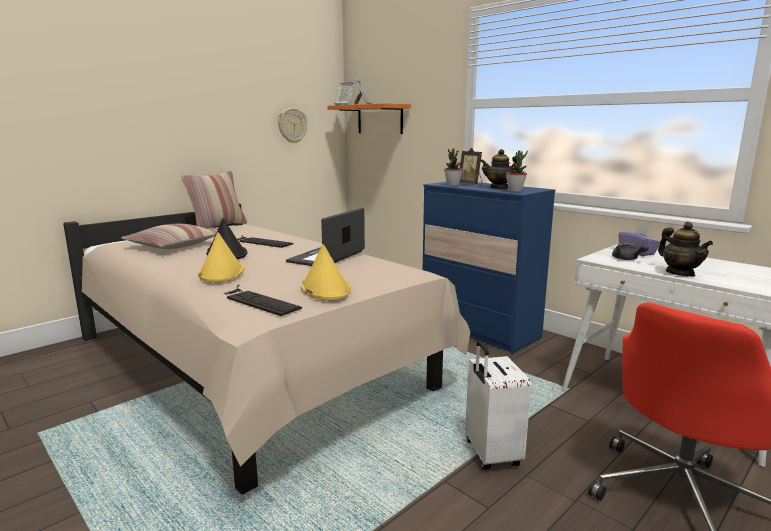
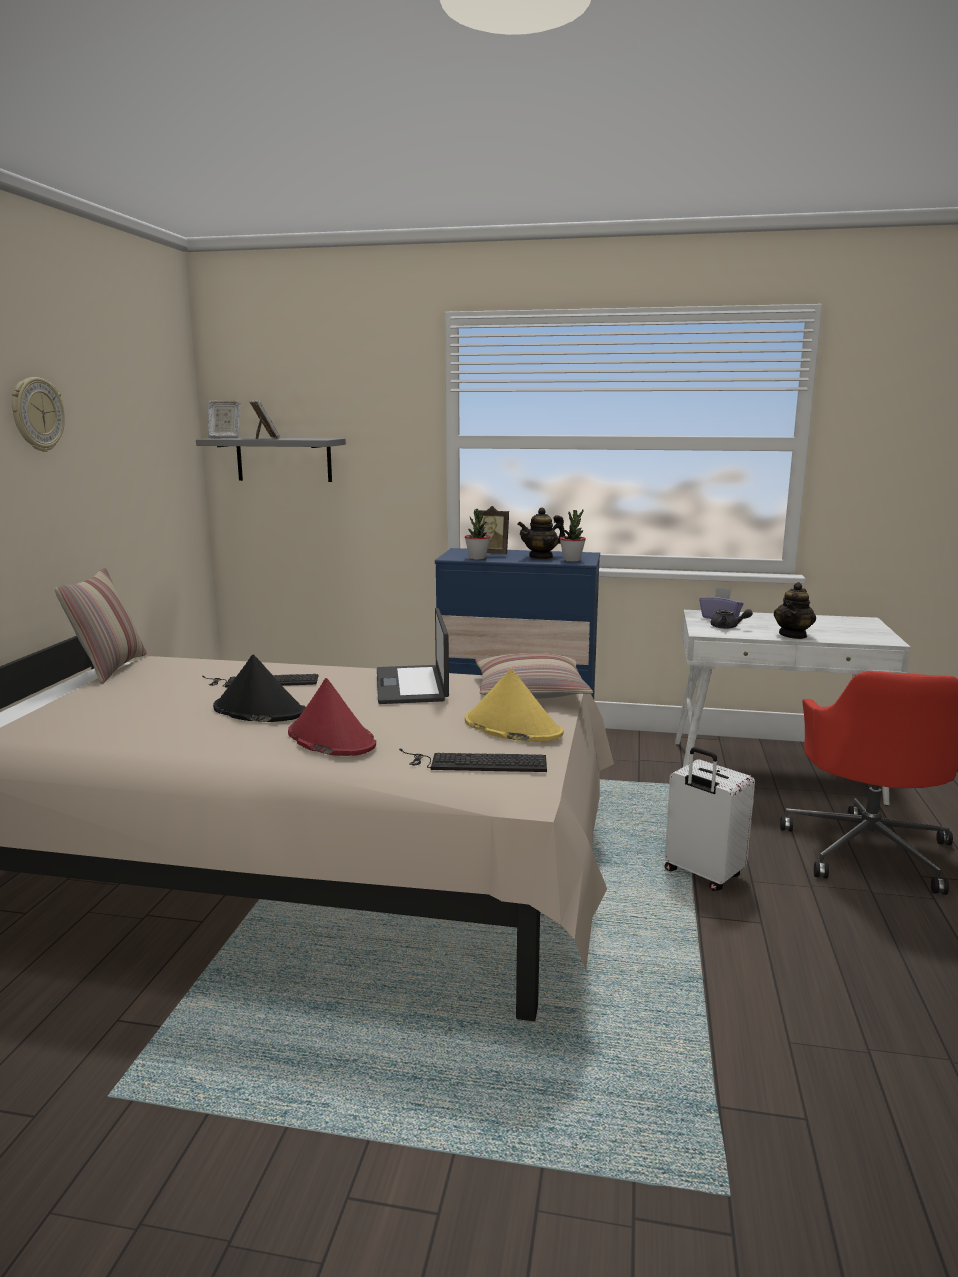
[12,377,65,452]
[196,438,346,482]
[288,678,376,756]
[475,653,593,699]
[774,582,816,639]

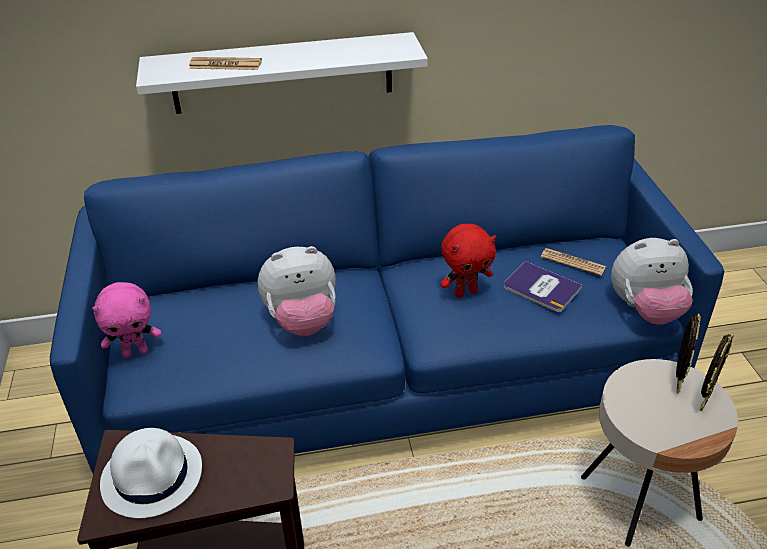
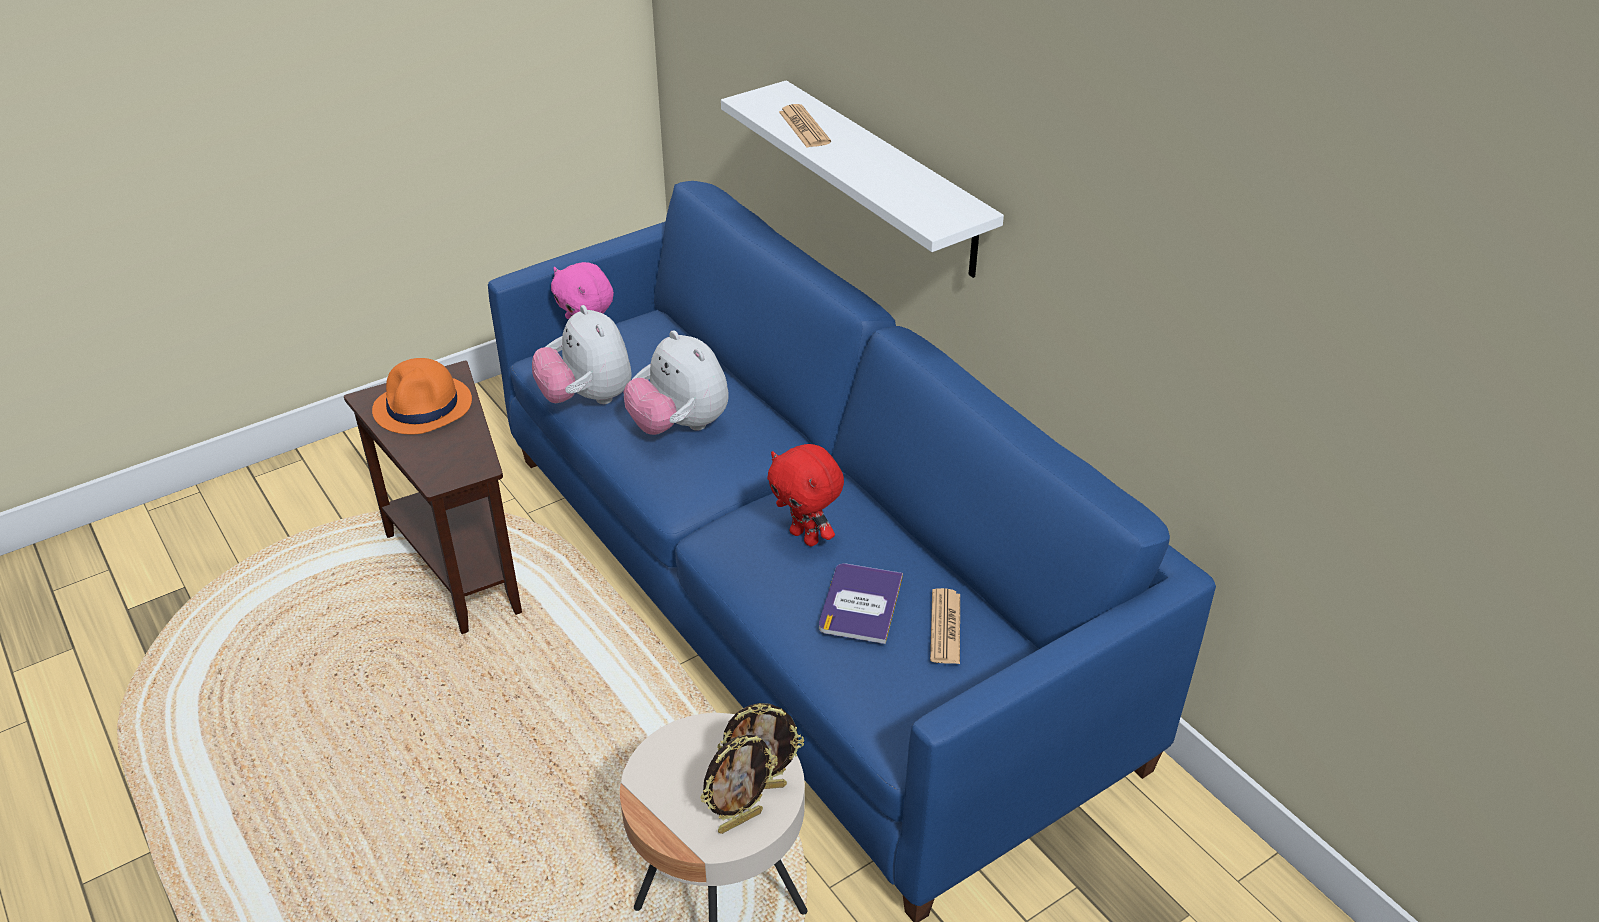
[372,358,472,435]
[532,305,632,404]
[700,735,778,834]

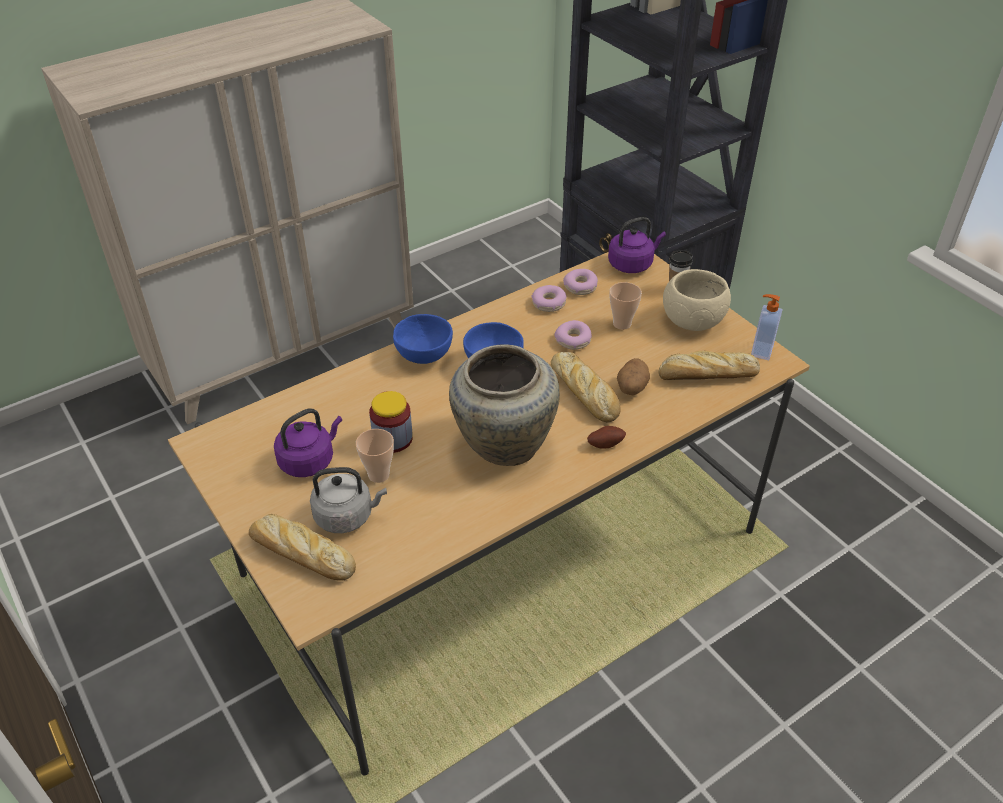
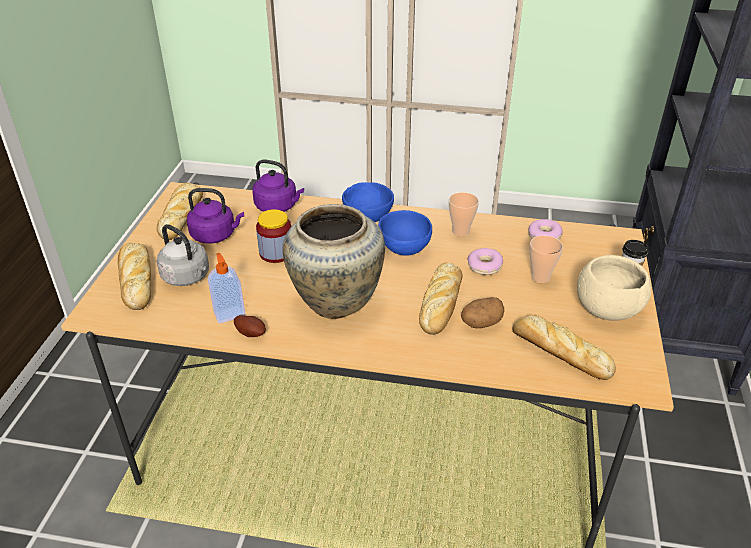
[157,183,203,240]
[208,253,245,323]
[234,315,266,337]
[252,159,304,212]
[449,192,479,237]
[531,285,567,312] (first image)

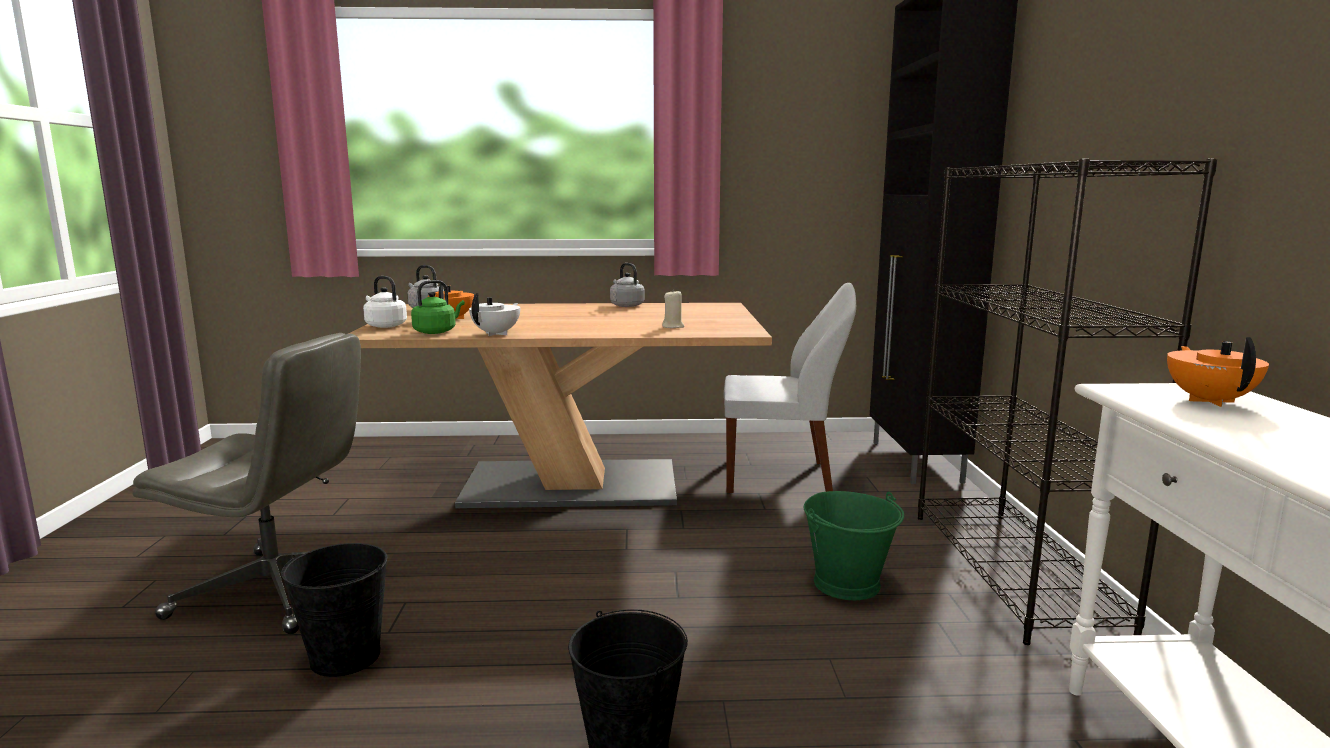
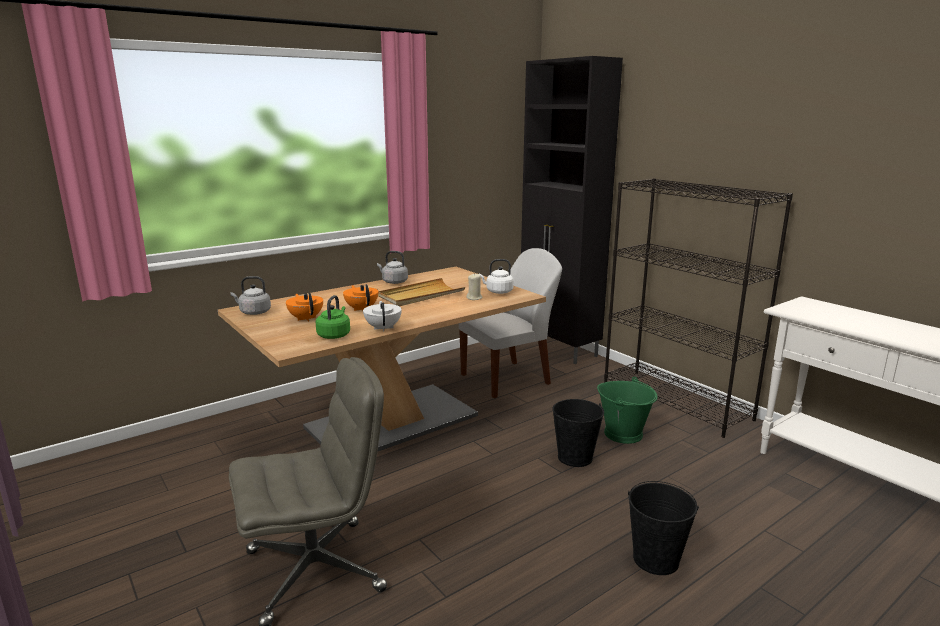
[343,284,378,311]
[378,278,465,306]
[479,259,514,294]
[553,399,604,467]

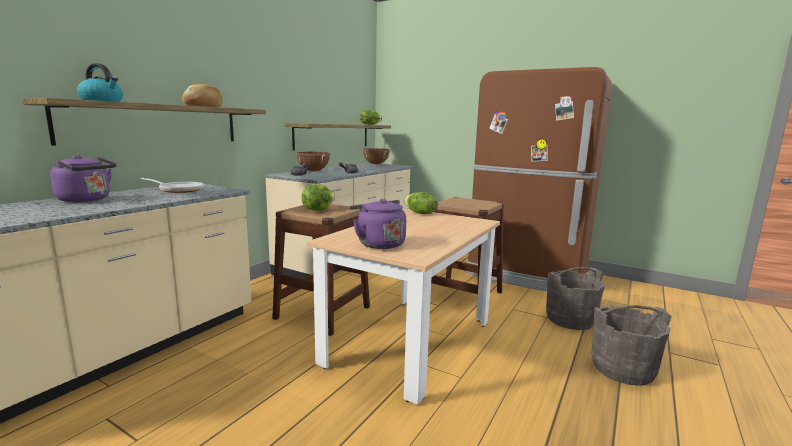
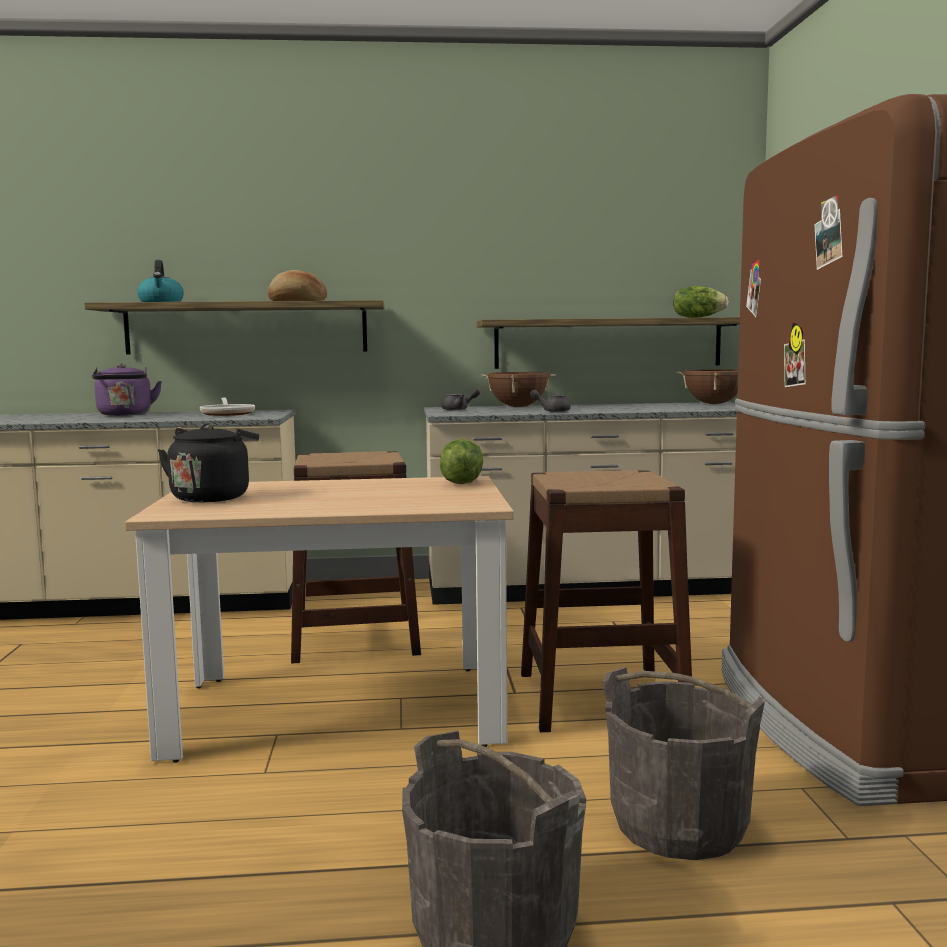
[158,424,259,502]
[302,184,336,211] (first image)

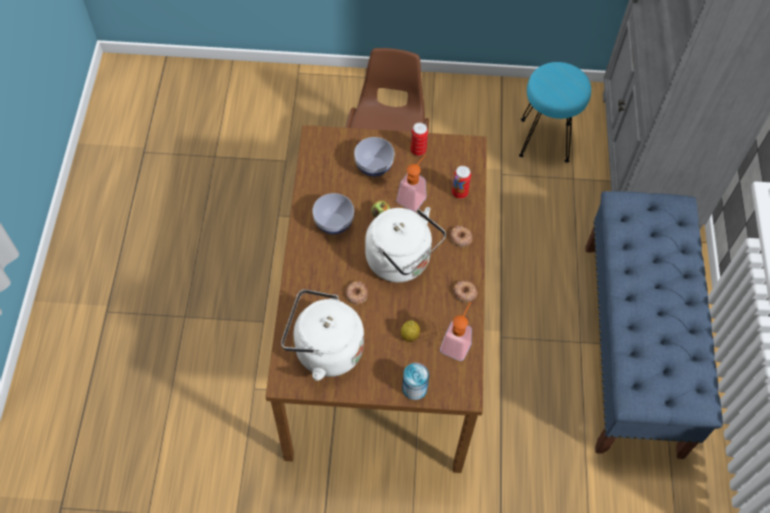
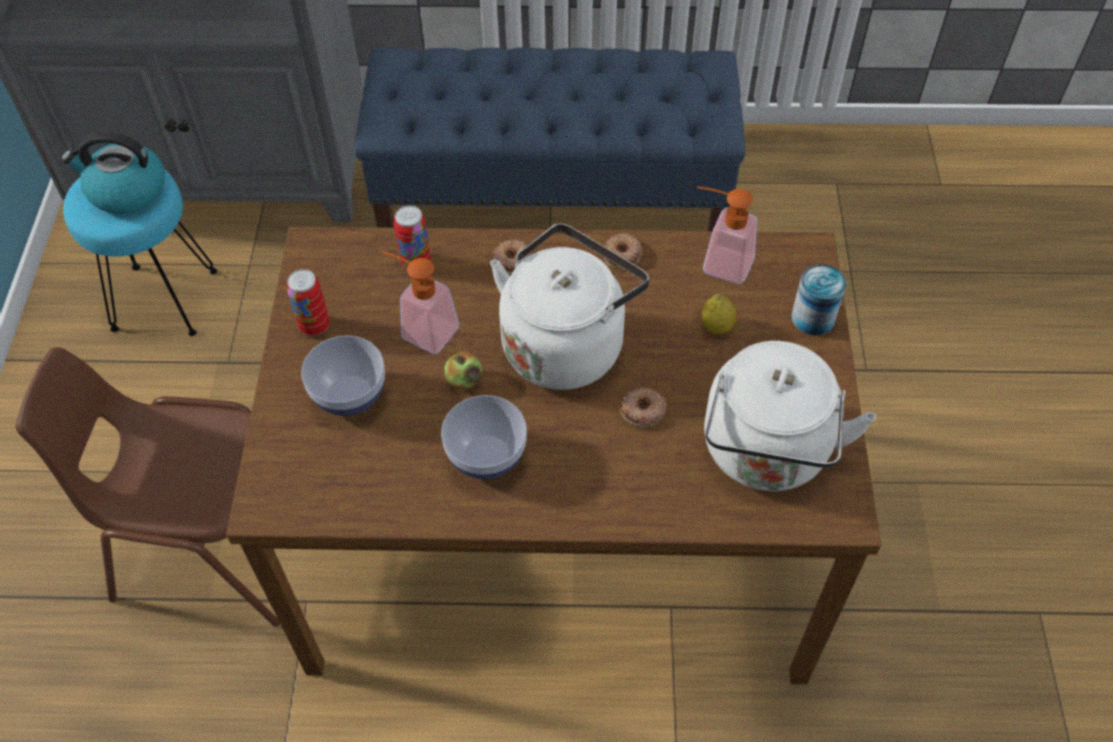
[61,132,165,214]

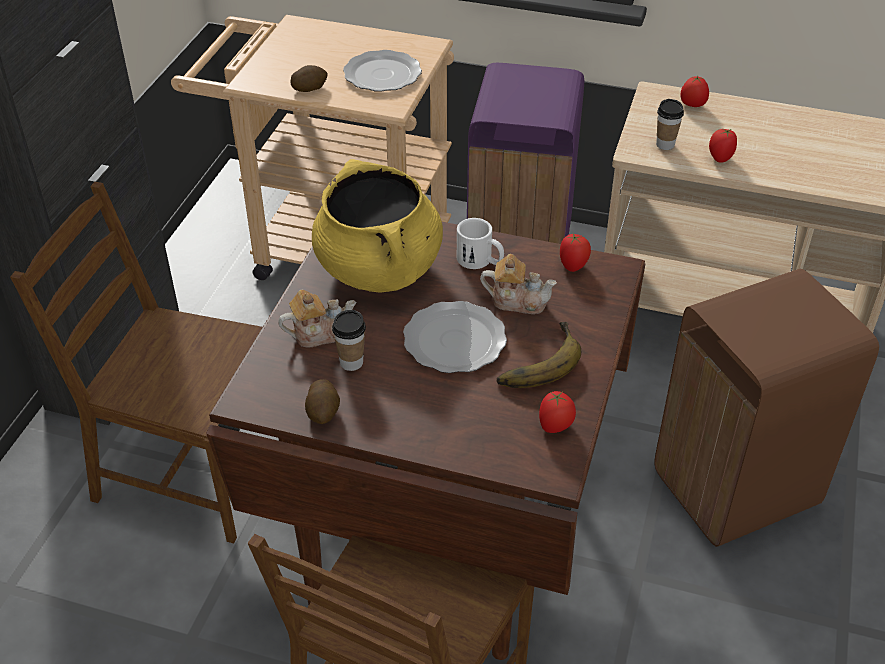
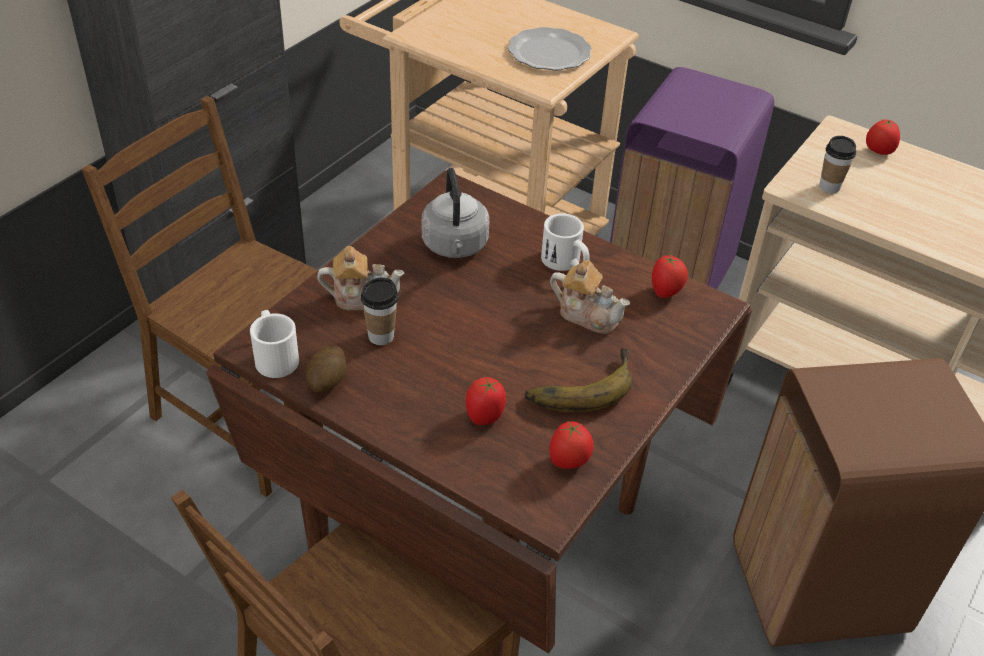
[250,310,299,378]
[422,168,489,258]
[466,377,506,425]
[290,65,328,92] (first image)
[403,301,507,373] (first image)

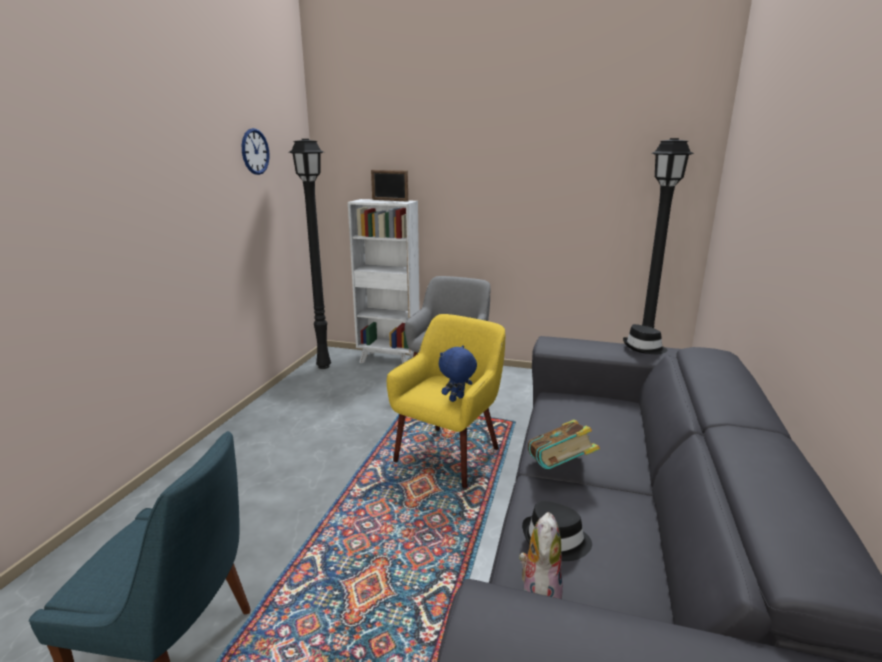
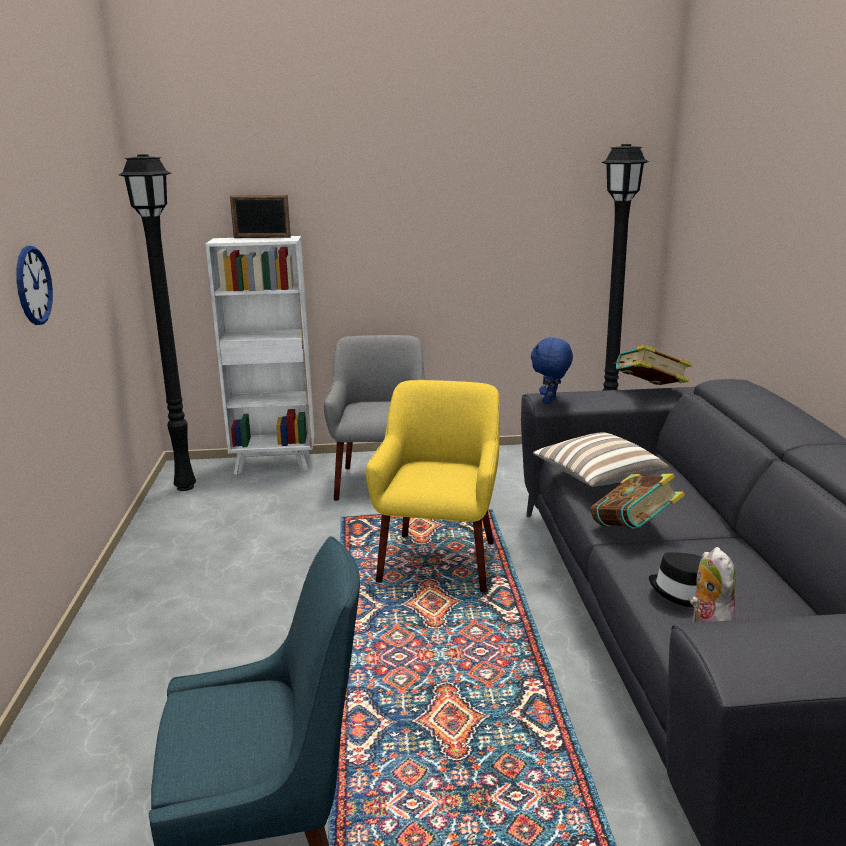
[16,246,53,325]
[531,337,573,404]
[533,432,669,487]
[614,345,693,385]

